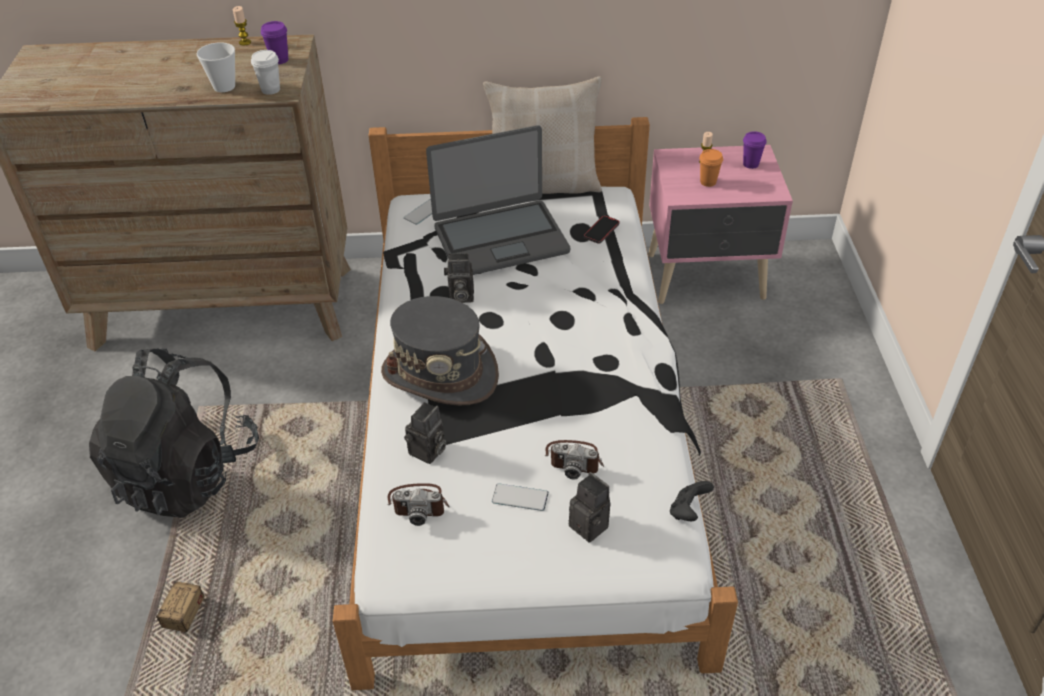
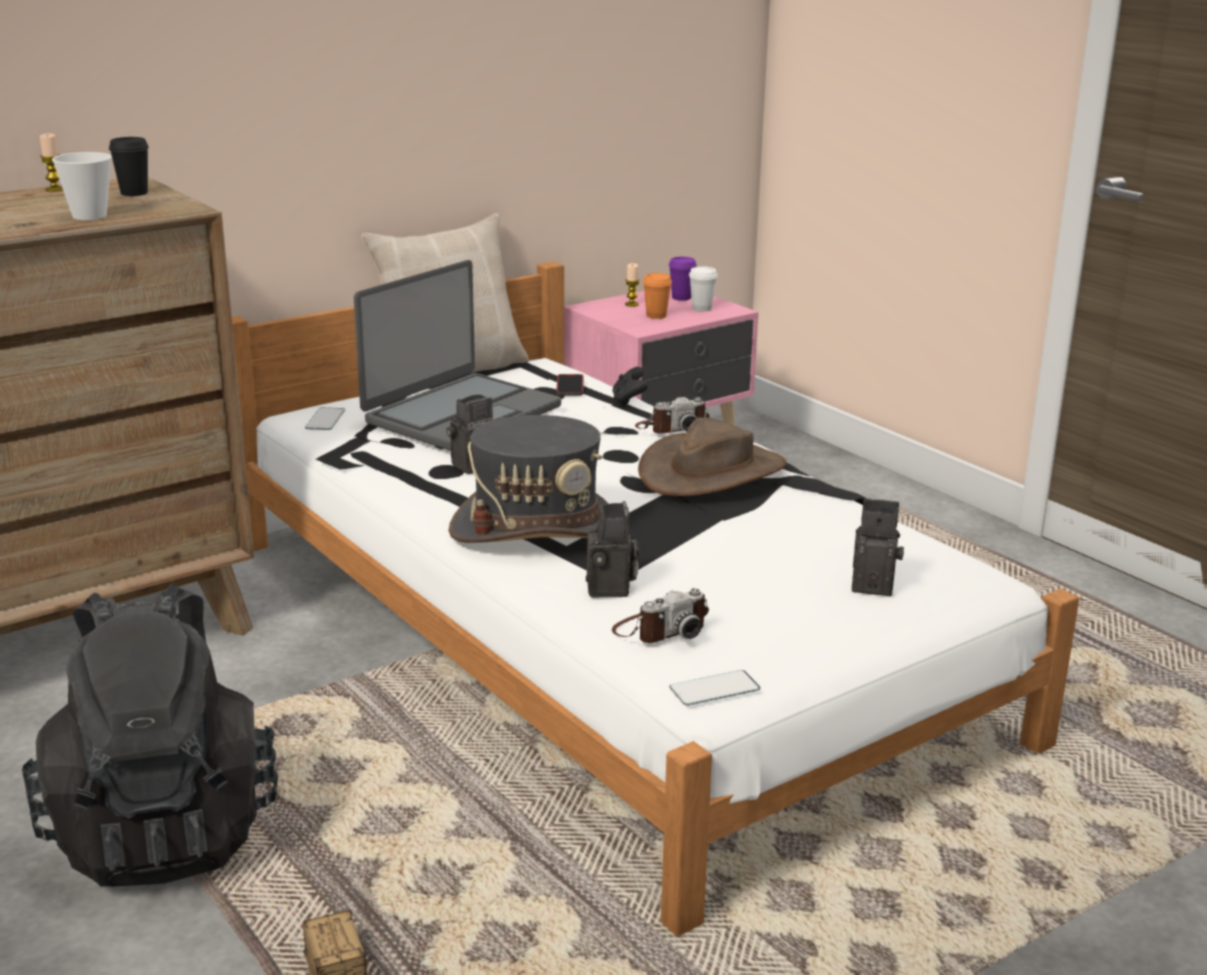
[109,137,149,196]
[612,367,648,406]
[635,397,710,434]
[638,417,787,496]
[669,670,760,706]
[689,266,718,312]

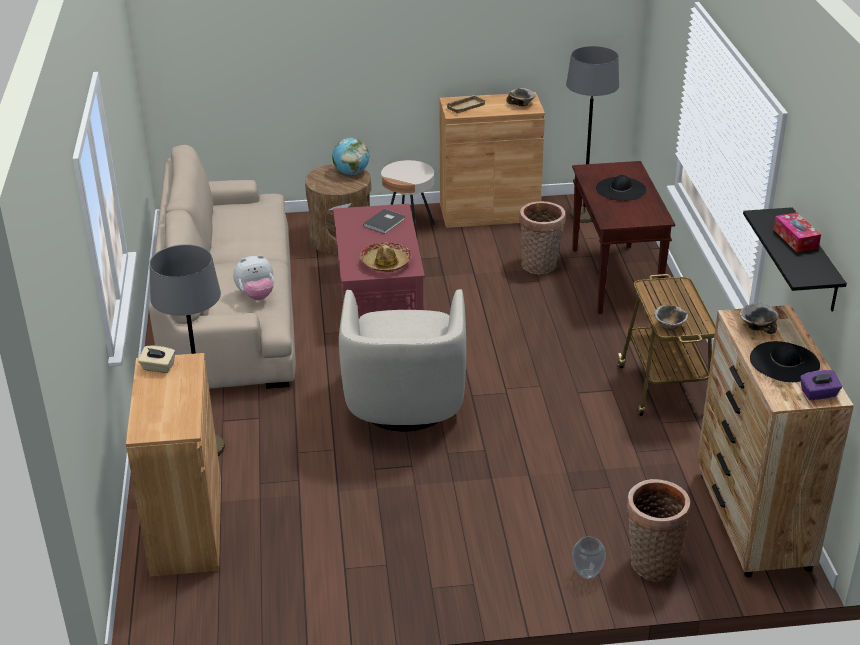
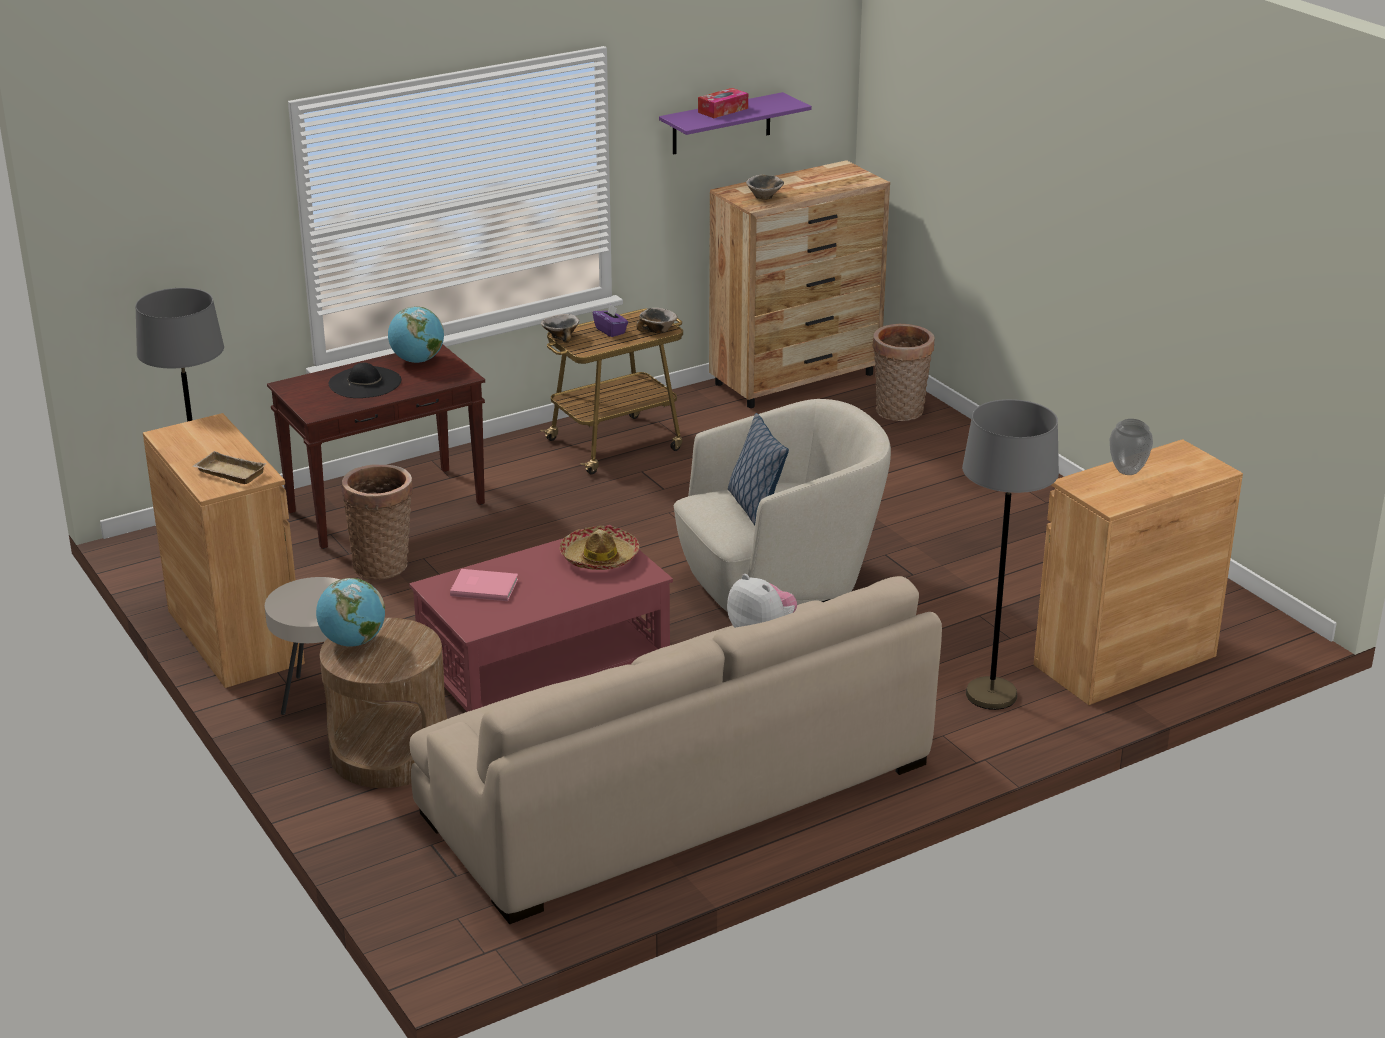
[388,307,444,363]
[450,569,518,601]
[541,314,579,343]
[593,304,628,337]
[659,92,812,155]
[728,413,789,526]
[1110,419,1153,475]
[138,346,175,373] (first image)
[750,341,820,382] (first image)

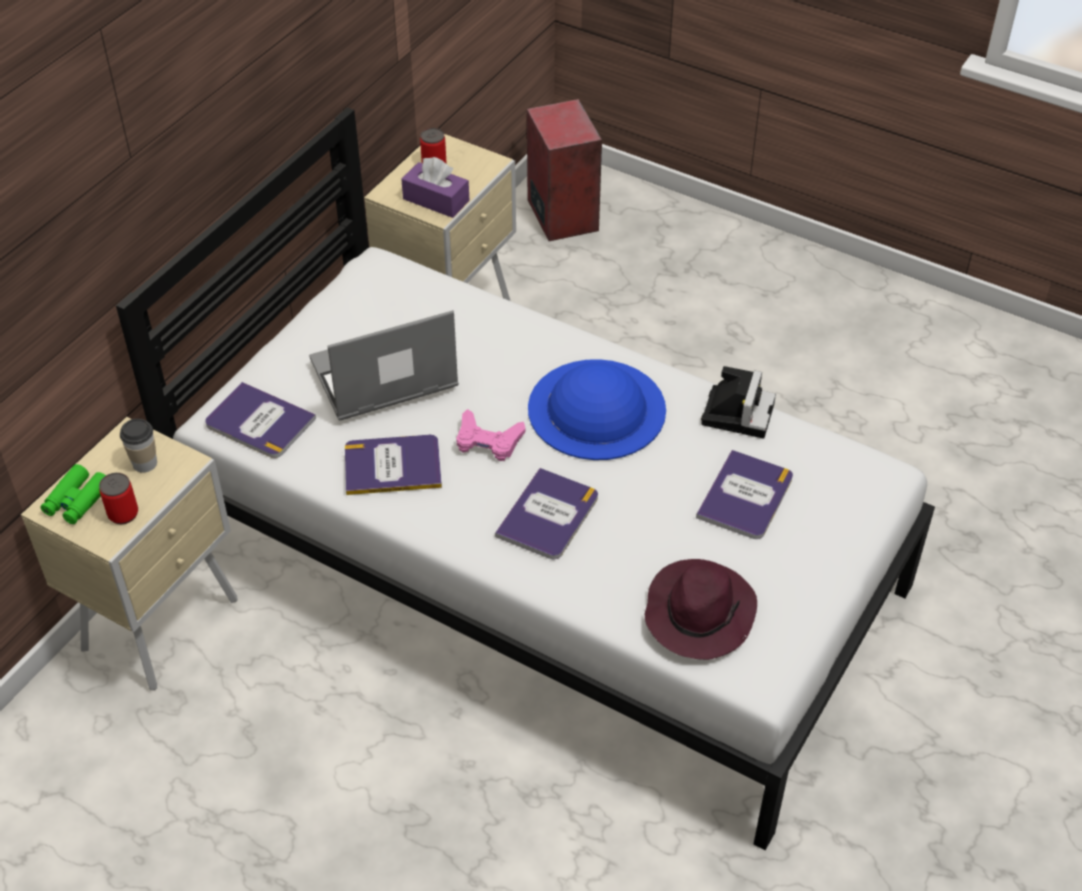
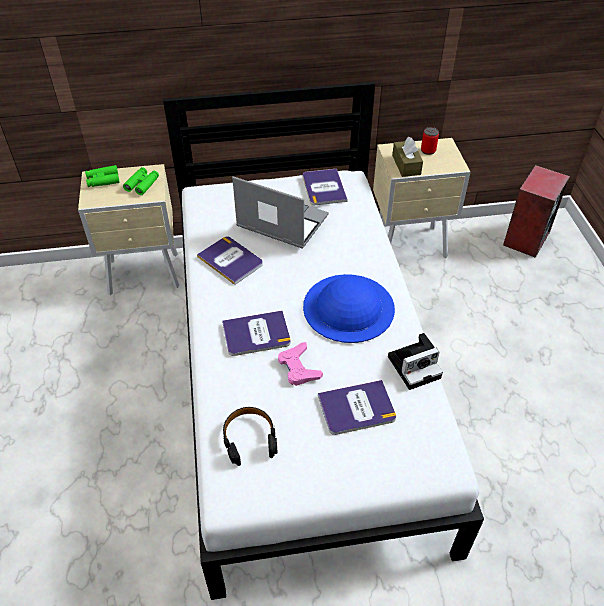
[123,167,159,195]
[223,407,278,466]
[278,342,323,386]
[303,168,347,205]
[392,136,423,177]
[99,473,138,524] (first image)

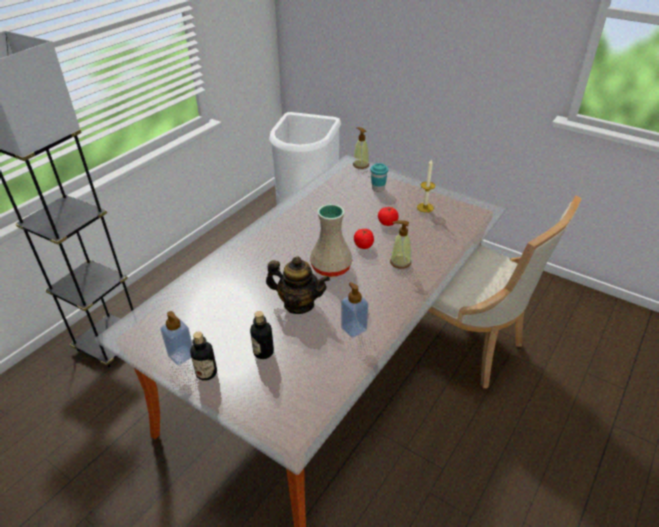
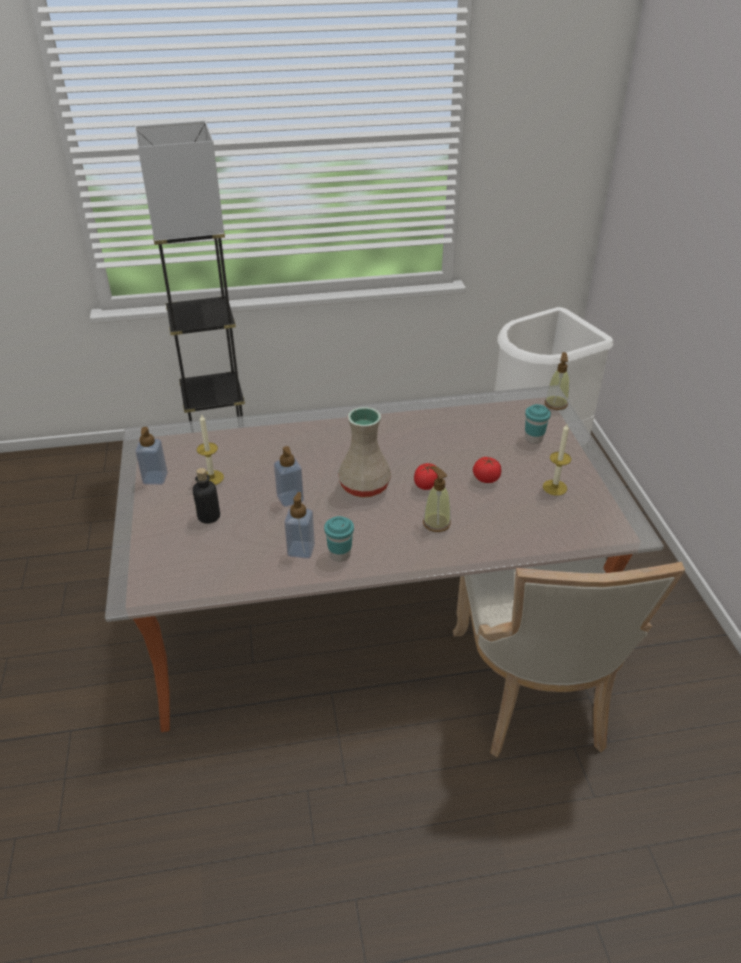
[197,414,224,485]
[274,446,304,507]
[324,516,354,562]
[190,332,217,381] (first image)

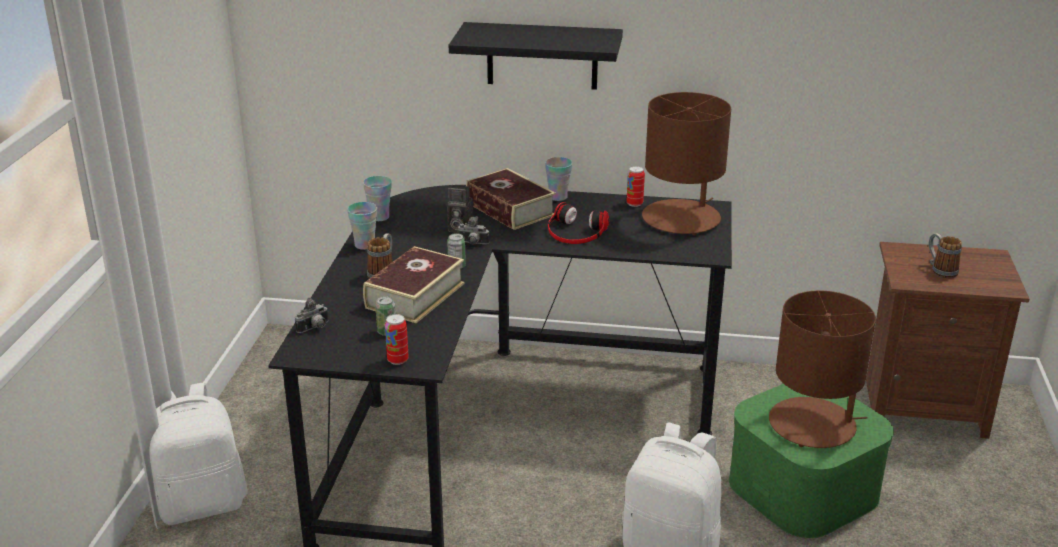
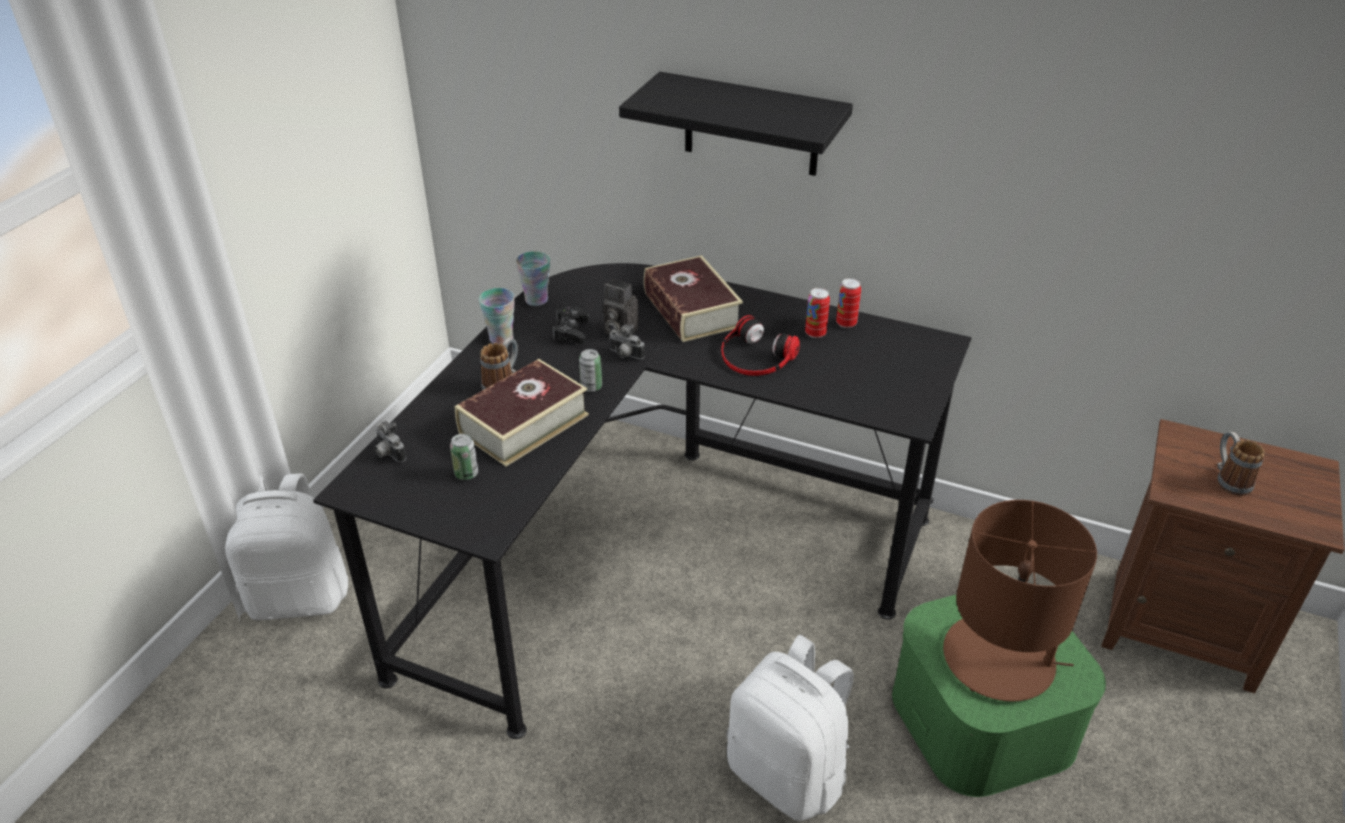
[375,421,406,462]
[553,306,589,344]
[805,288,830,338]
[545,157,572,201] (first image)
[642,92,731,236] (first image)

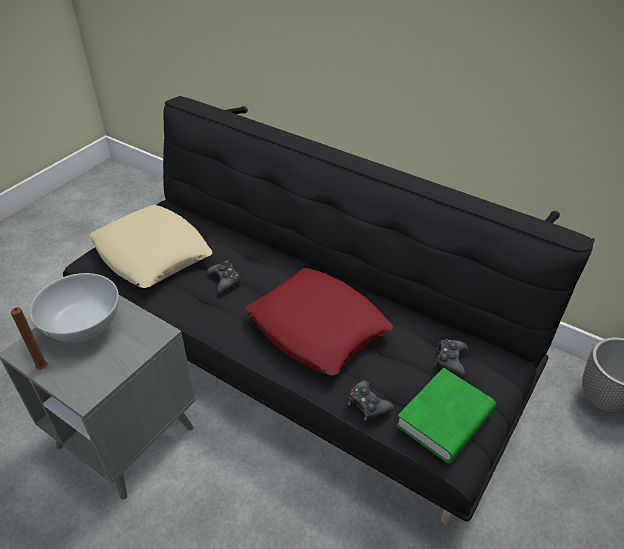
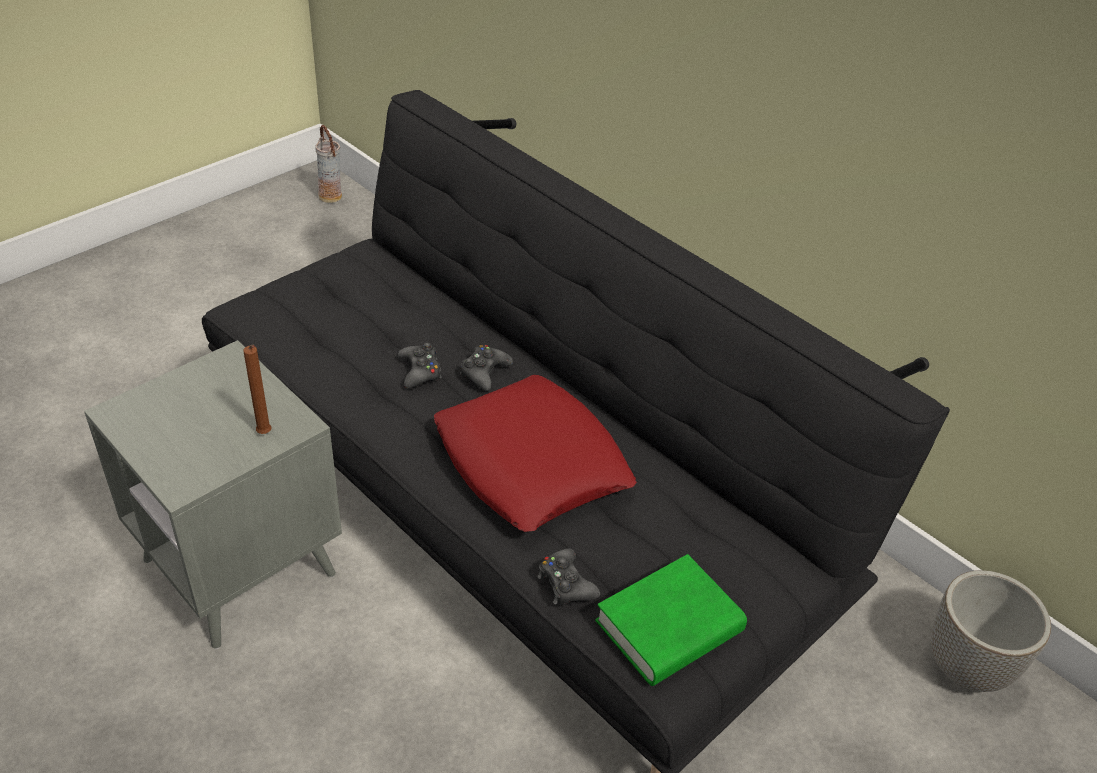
[243,345,272,434]
[315,125,342,203]
[460,345,513,391]
[29,273,119,343] (first image)
[90,205,213,288] (first image)

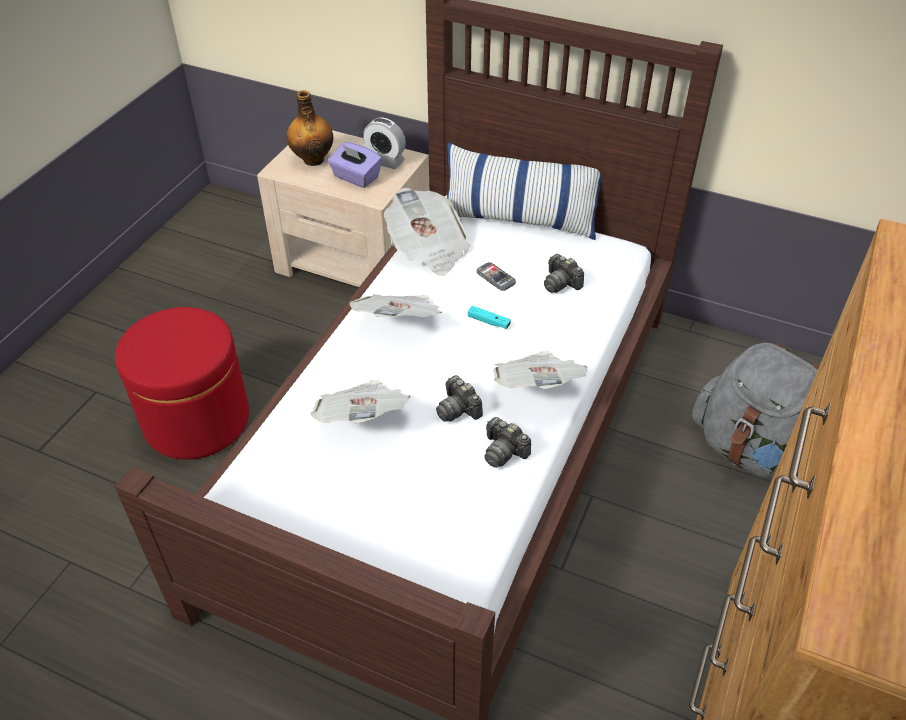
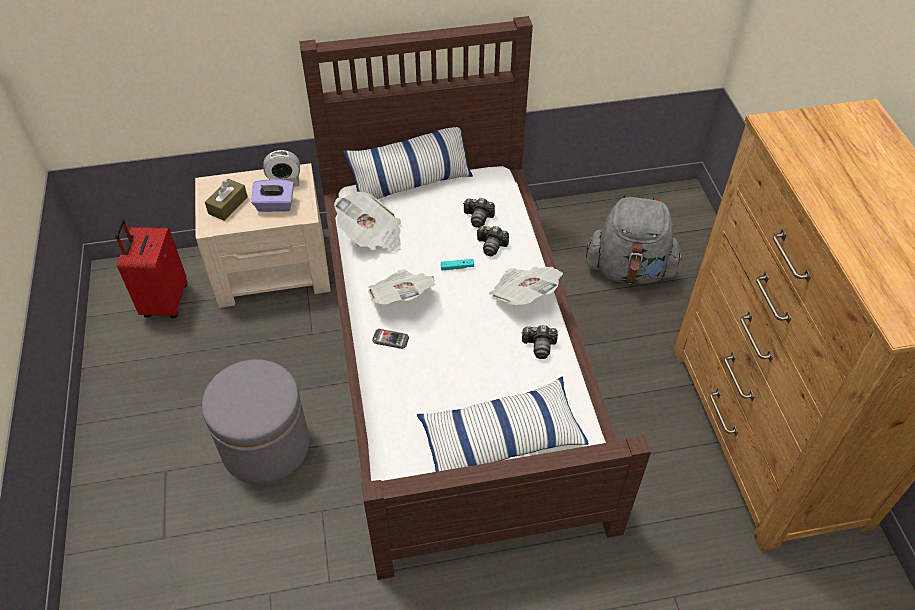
[115,220,187,318]
[202,359,309,484]
[205,179,248,221]
[372,329,409,349]
[417,377,589,472]
[477,226,509,256]
[311,380,411,424] (first image)

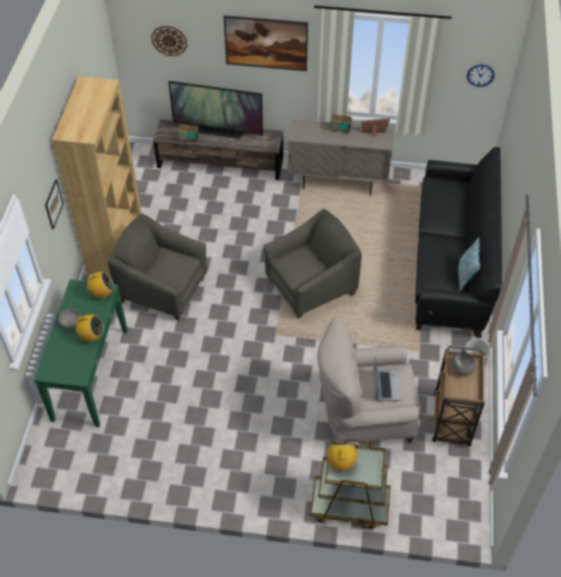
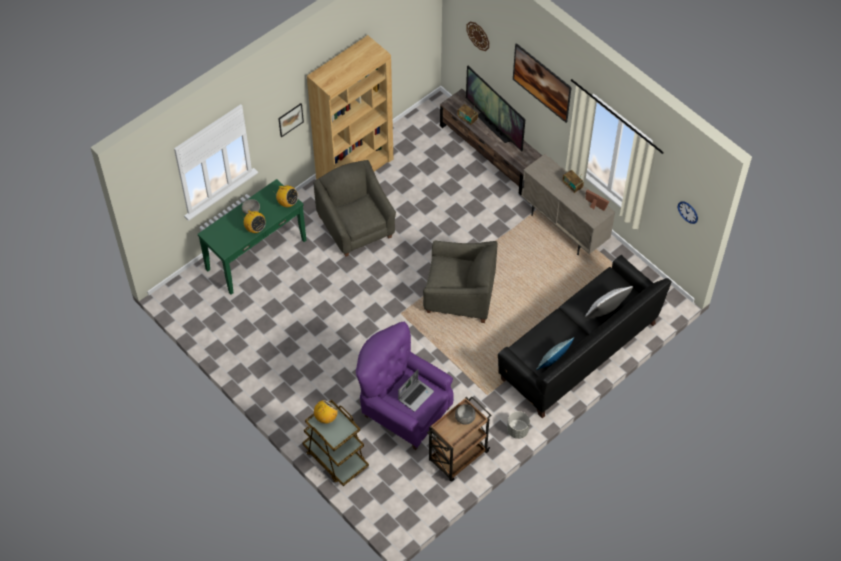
[356,322,454,450]
[585,286,633,319]

